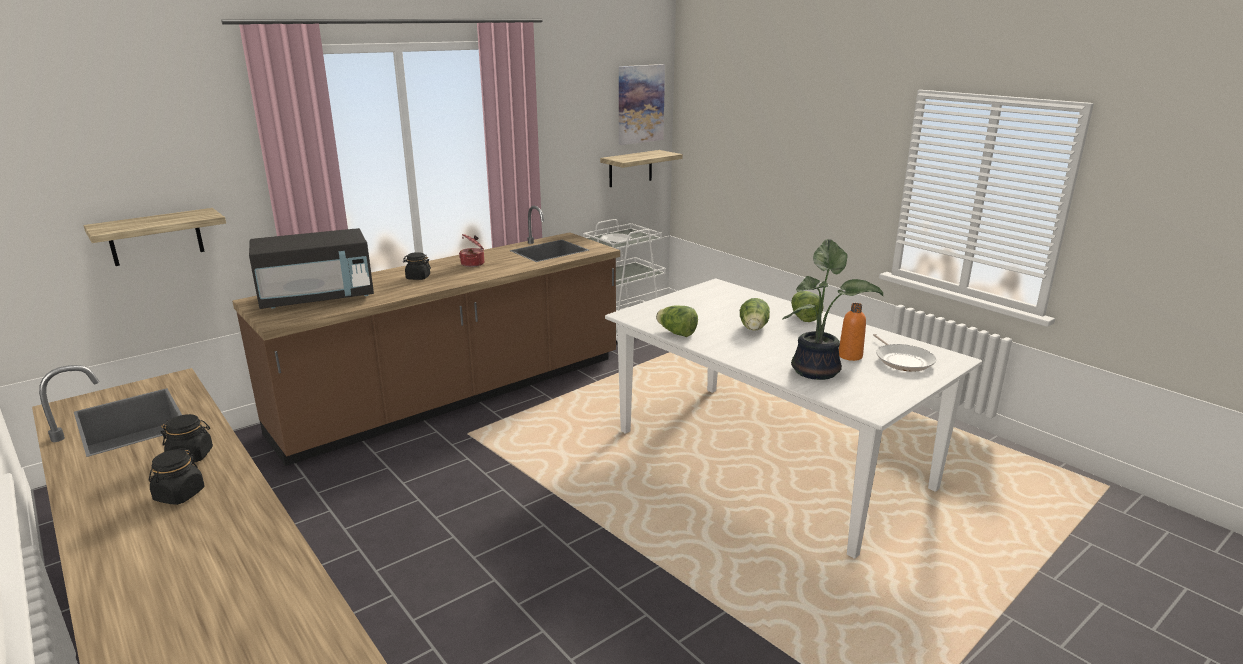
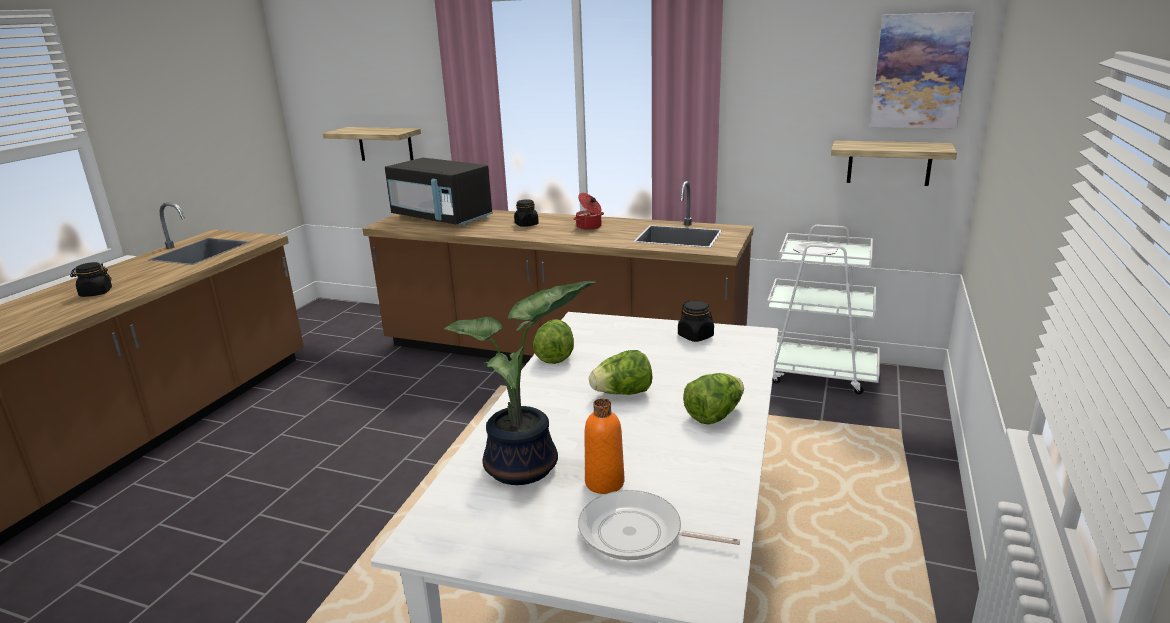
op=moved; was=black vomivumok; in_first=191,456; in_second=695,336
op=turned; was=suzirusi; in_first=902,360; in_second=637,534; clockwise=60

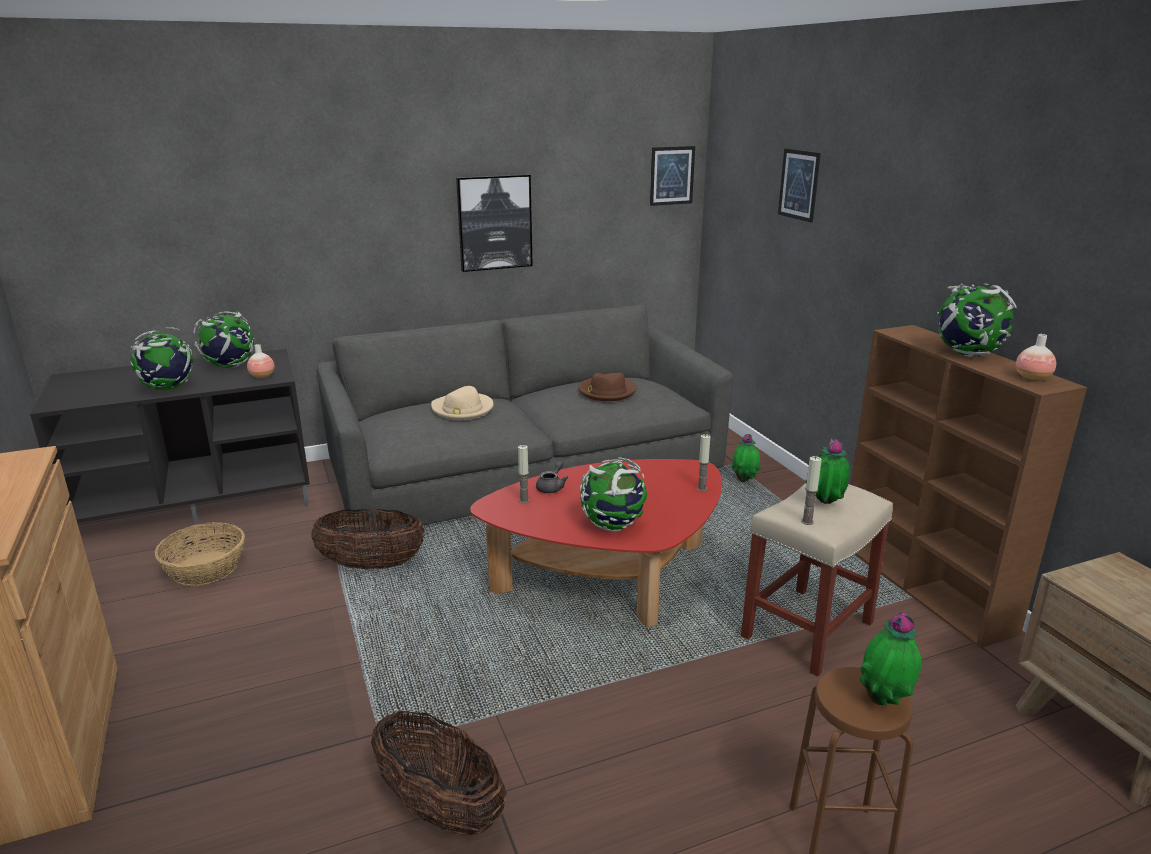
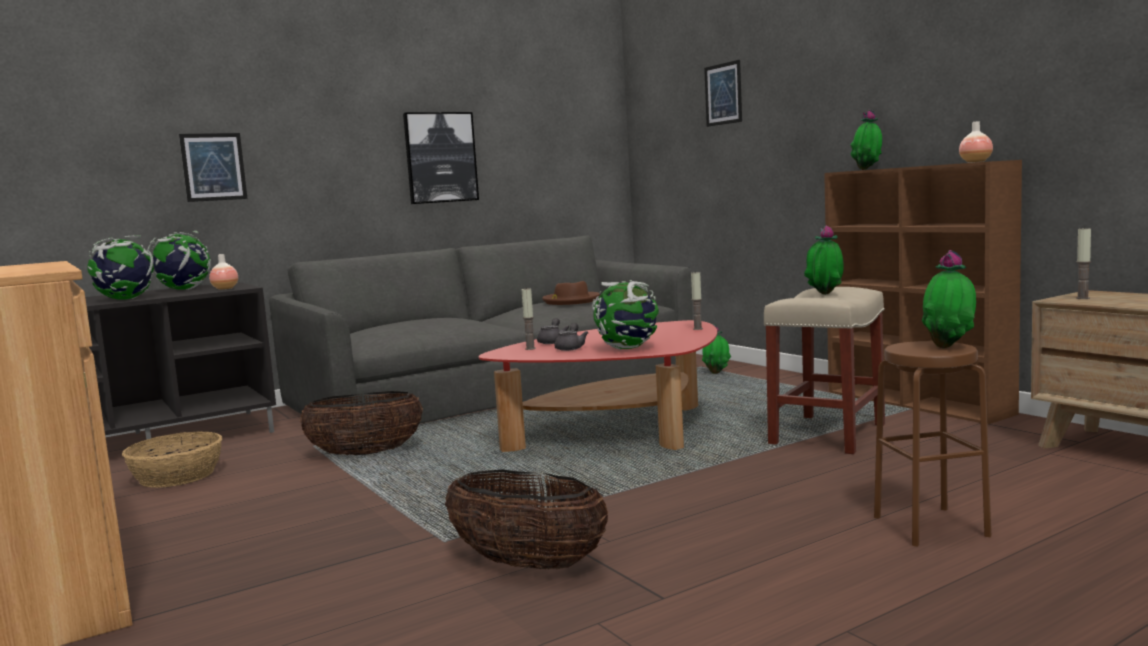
op=removed; was=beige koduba; in_first=462,409
op=moved; was=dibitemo; in_first=672,175; in_second=213,167
op=moved; was=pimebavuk; in_first=807,521; in_second=1083,298
op=removed; was=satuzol; in_first=967,354
op=added; now=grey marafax; in_second=571,348
op=added; now=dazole; in_second=867,169

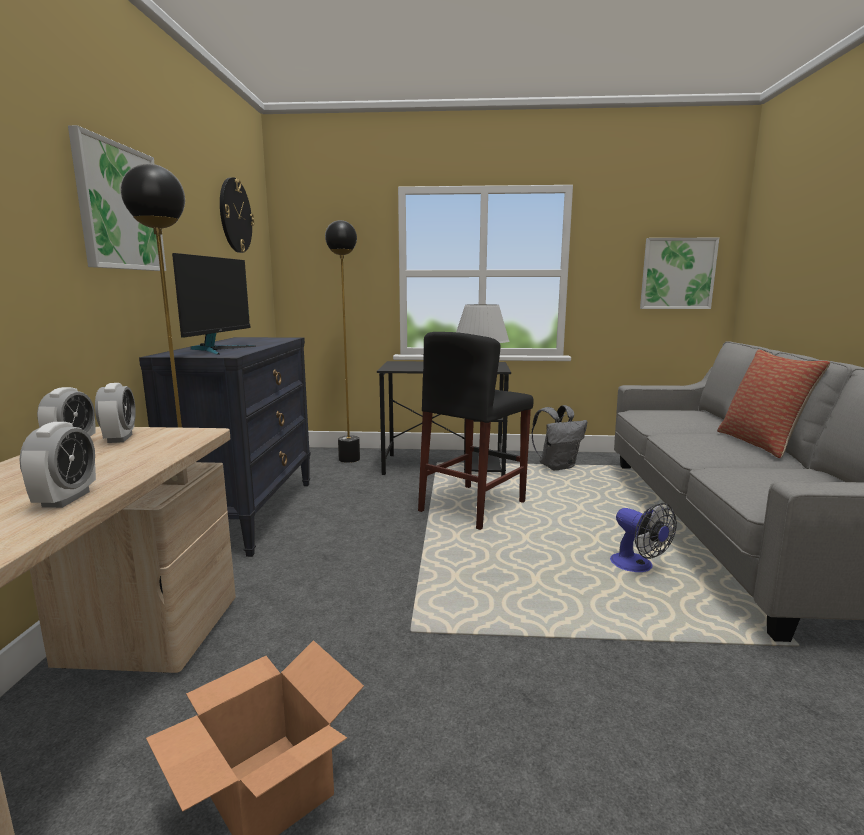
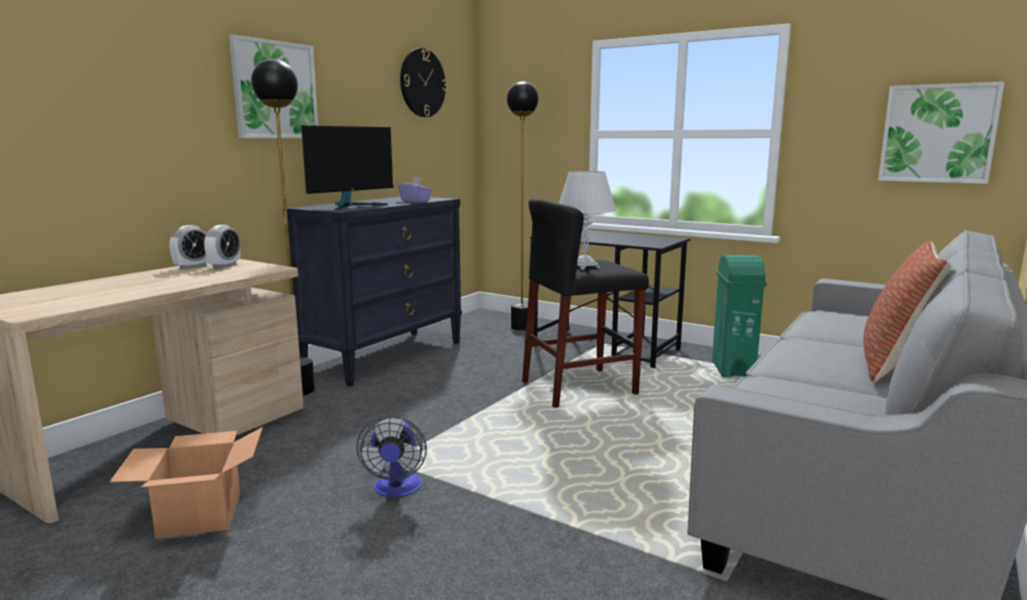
op=removed; was=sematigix; in_first=66,499
op=replaced; was=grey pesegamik; now=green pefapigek; in_first=557,466; in_second=733,369
op=moved; was=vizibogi; in_first=638,567; in_second=397,489
op=added; now=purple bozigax; in_second=415,201

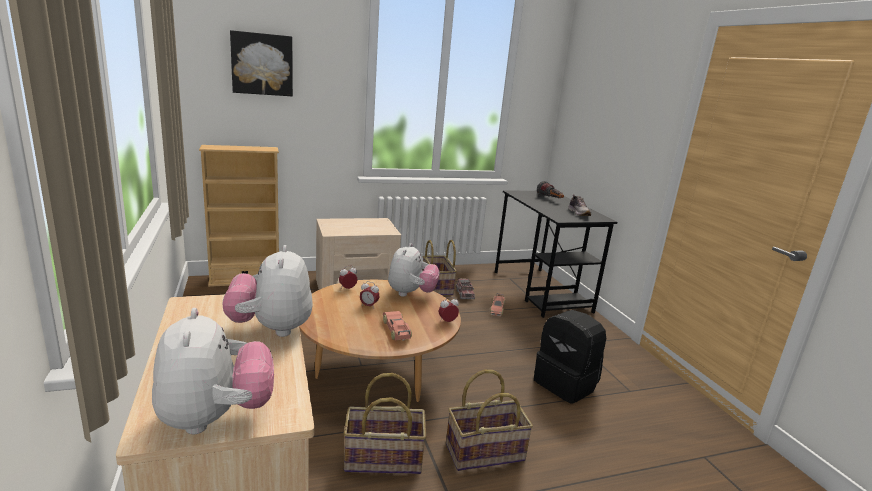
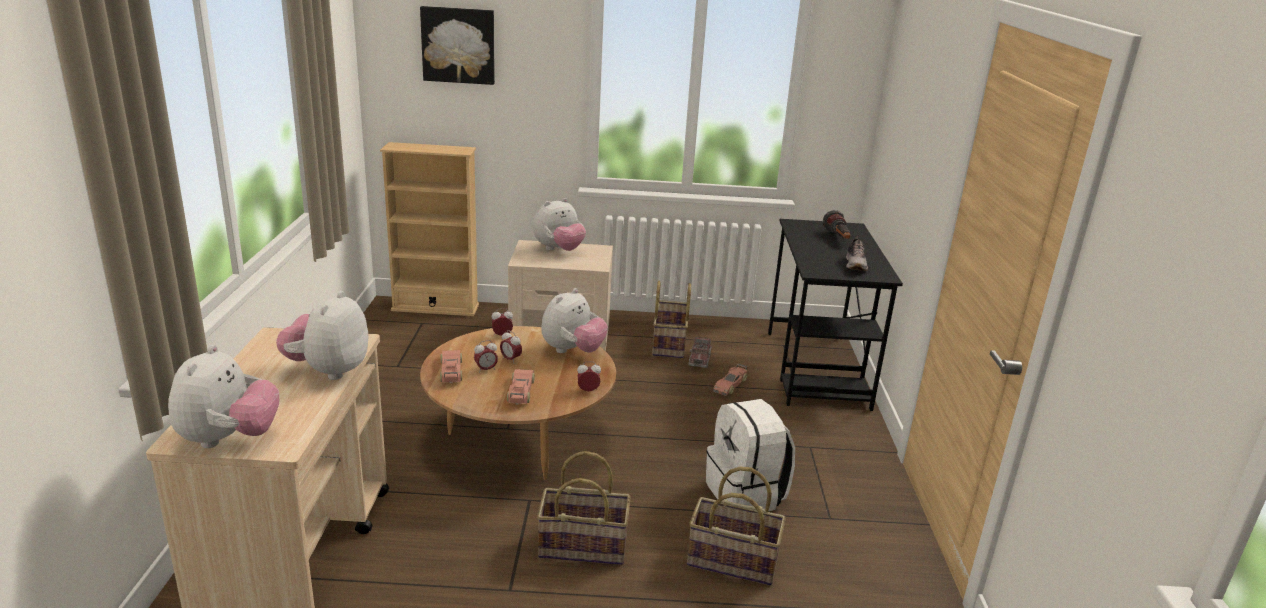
op=moved; was=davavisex; in_first=383,459; in_second=731,562
op=recoloured; was=black pesegamik; now=white pesegamik; in_first=566,384; in_second=746,494
op=added; now=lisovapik; in_second=451,371
op=added; now=sematigix; in_second=486,369
op=added; now=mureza; in_second=559,250

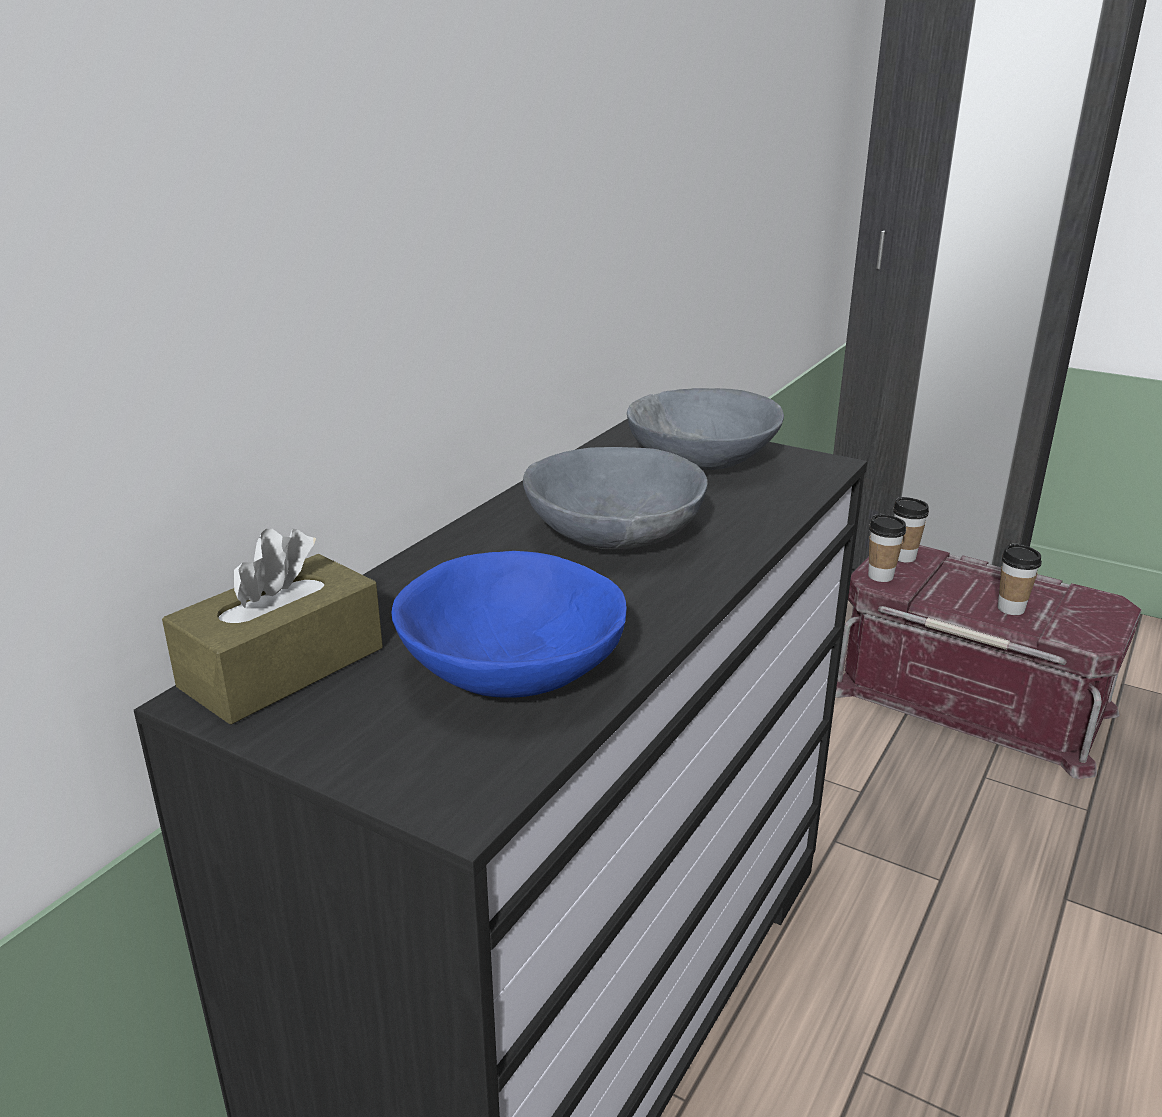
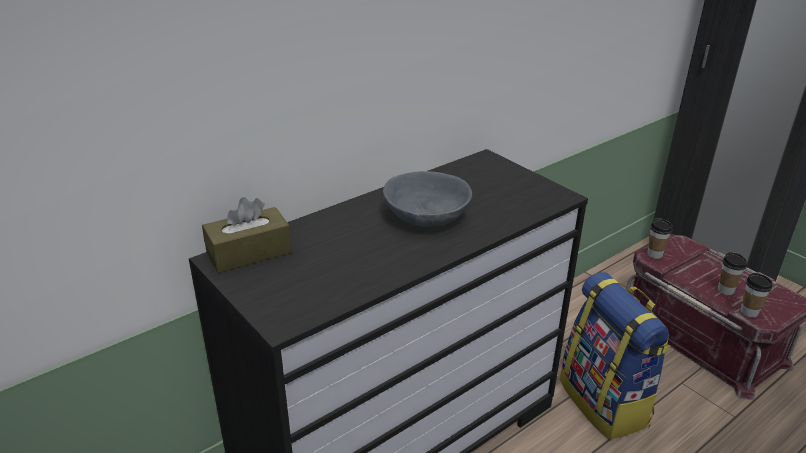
op=removed; was=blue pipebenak; in_first=509,668
op=removed; was=grey pipebenak; in_first=703,460
op=moved; was=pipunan; in_first=903,557; in_second=749,312
op=added; now=pesegamik; in_second=605,402

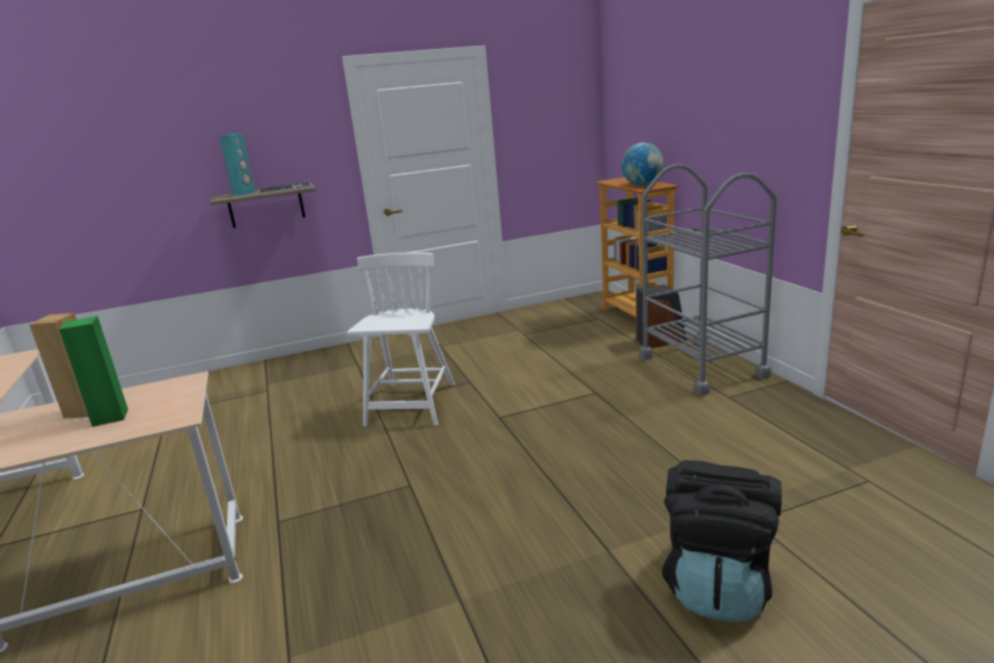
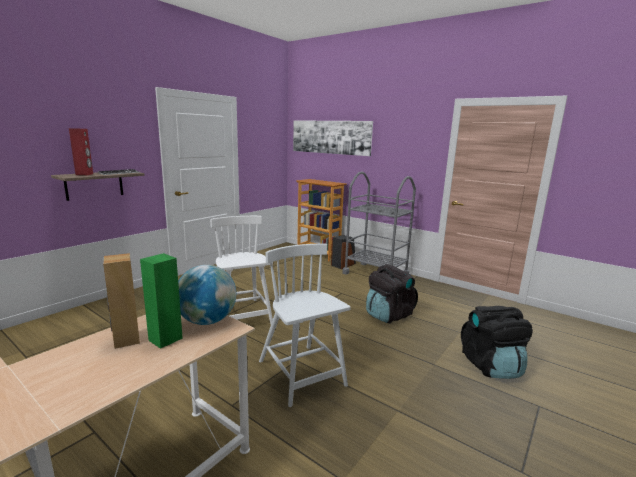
op=recoloured; was=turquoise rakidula; now=red rakidula; in_first=244,193; in_second=84,174
op=moved; was=satuzol; in_first=642,185; in_second=207,321
op=added; now=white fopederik; in_second=302,374
op=added; now=dibitemo; in_second=330,137
op=added; now=black pesegamik; in_second=388,315

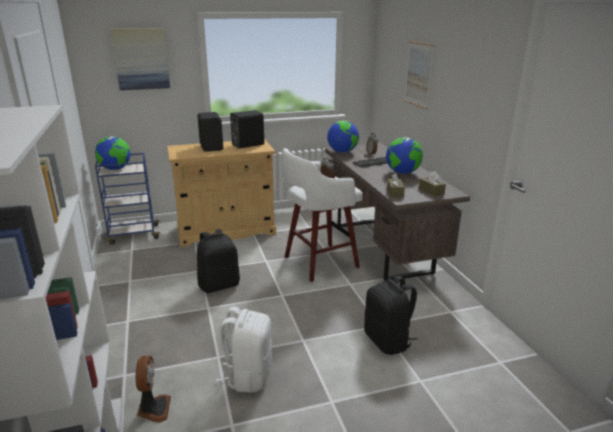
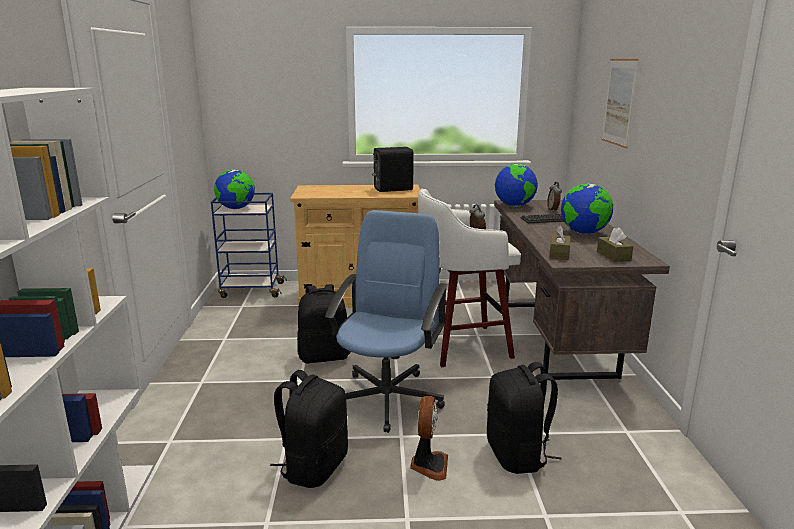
op=removed; was=dibitemo; in_first=141,59
op=moved; was=vizibogi; in_first=153,409; in_second=428,465
op=removed; was=black rakidula; in_first=212,147
op=recoloured; was=white pesegamik; now=black pesegamik; in_first=248,375; in_second=313,467
op=added; now=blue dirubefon; in_second=387,398

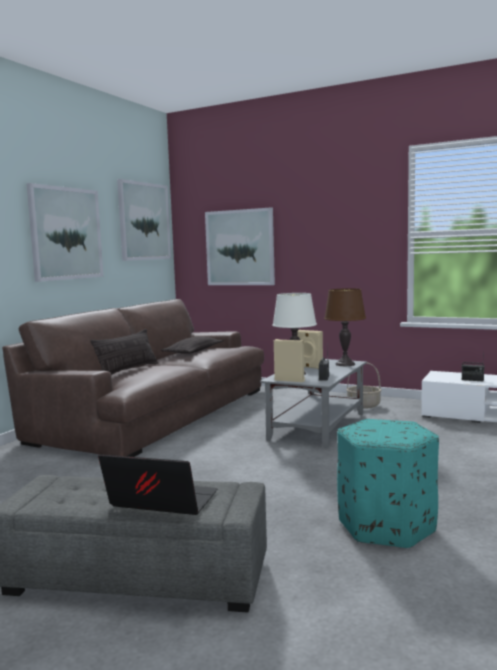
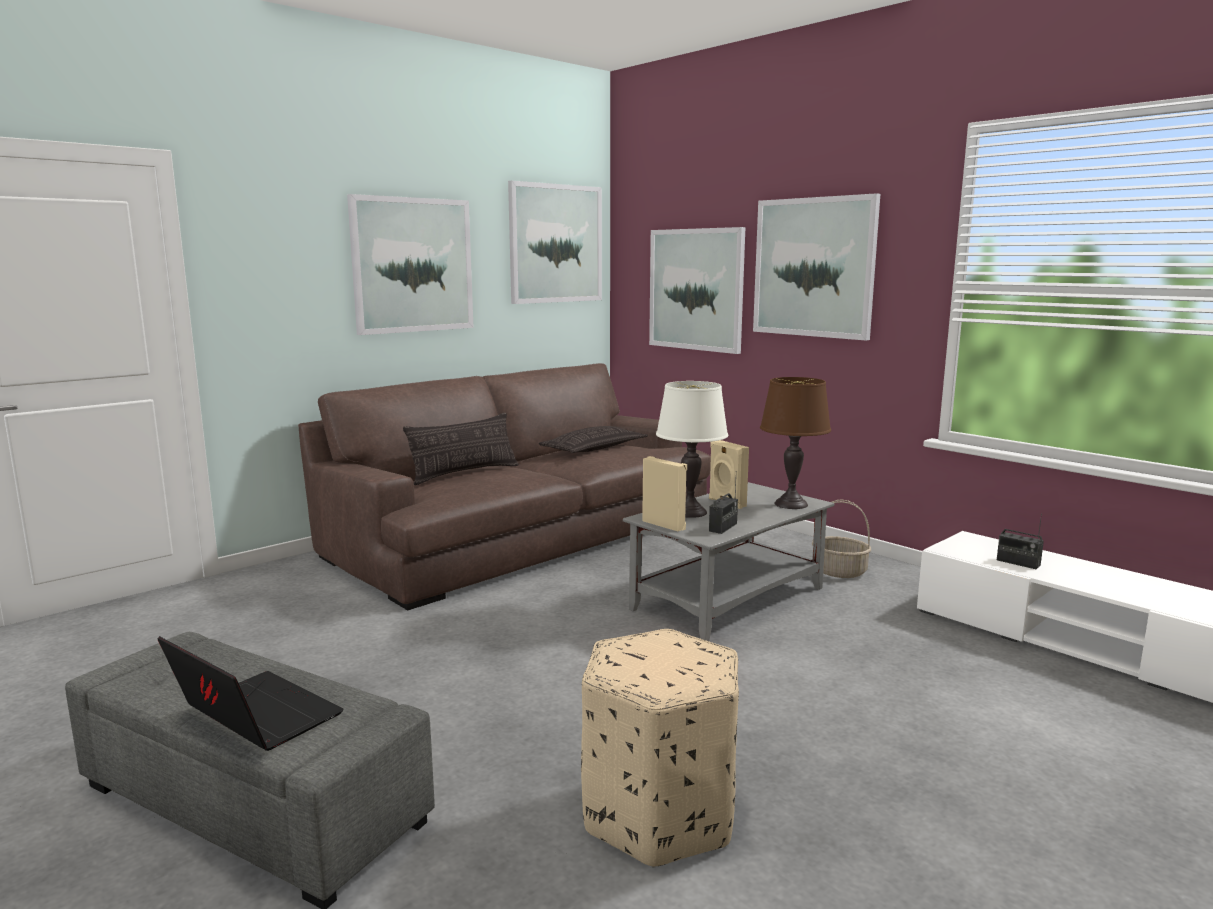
op=recoloured; was=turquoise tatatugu; now=beige tatatugu; in_first=386,525; in_second=660,812
op=added; now=dibitemo; in_second=813,267

